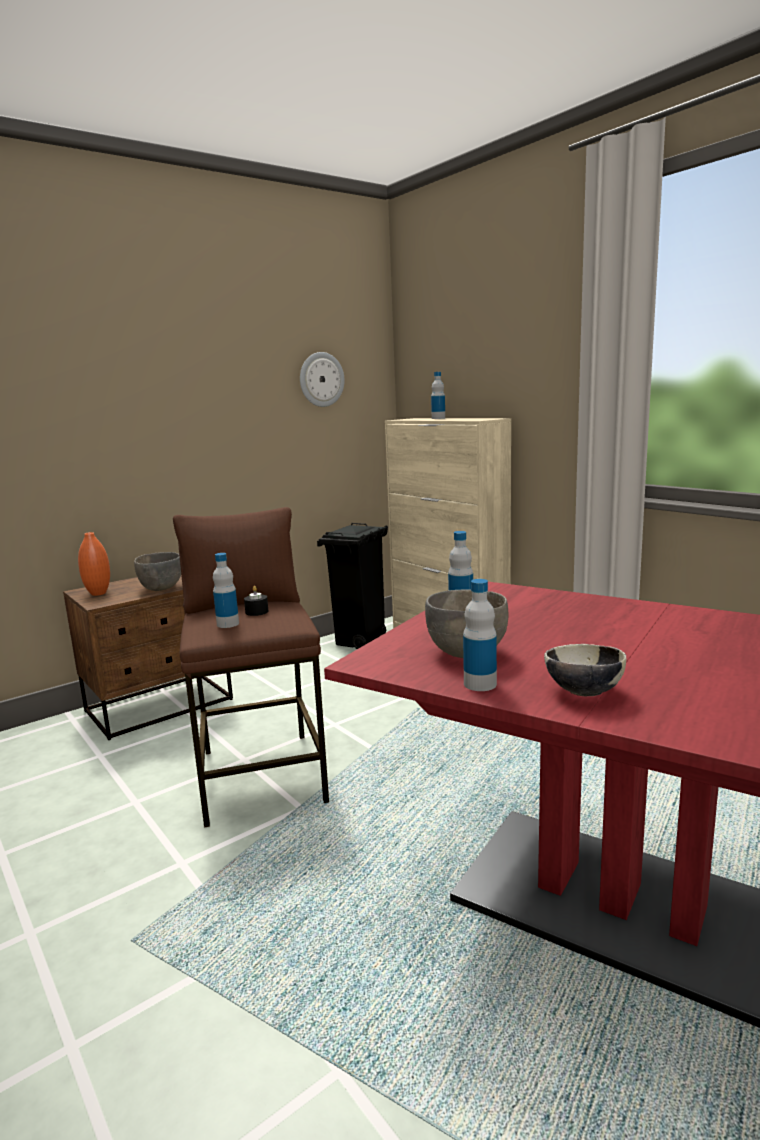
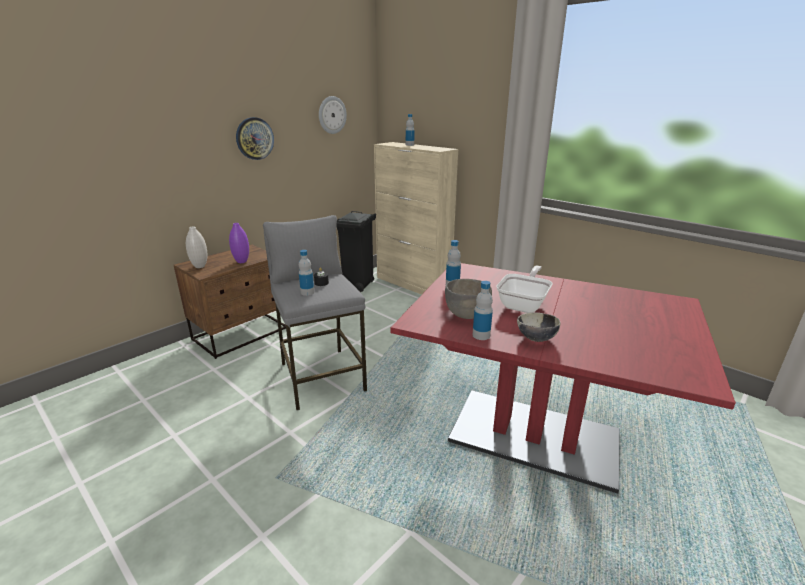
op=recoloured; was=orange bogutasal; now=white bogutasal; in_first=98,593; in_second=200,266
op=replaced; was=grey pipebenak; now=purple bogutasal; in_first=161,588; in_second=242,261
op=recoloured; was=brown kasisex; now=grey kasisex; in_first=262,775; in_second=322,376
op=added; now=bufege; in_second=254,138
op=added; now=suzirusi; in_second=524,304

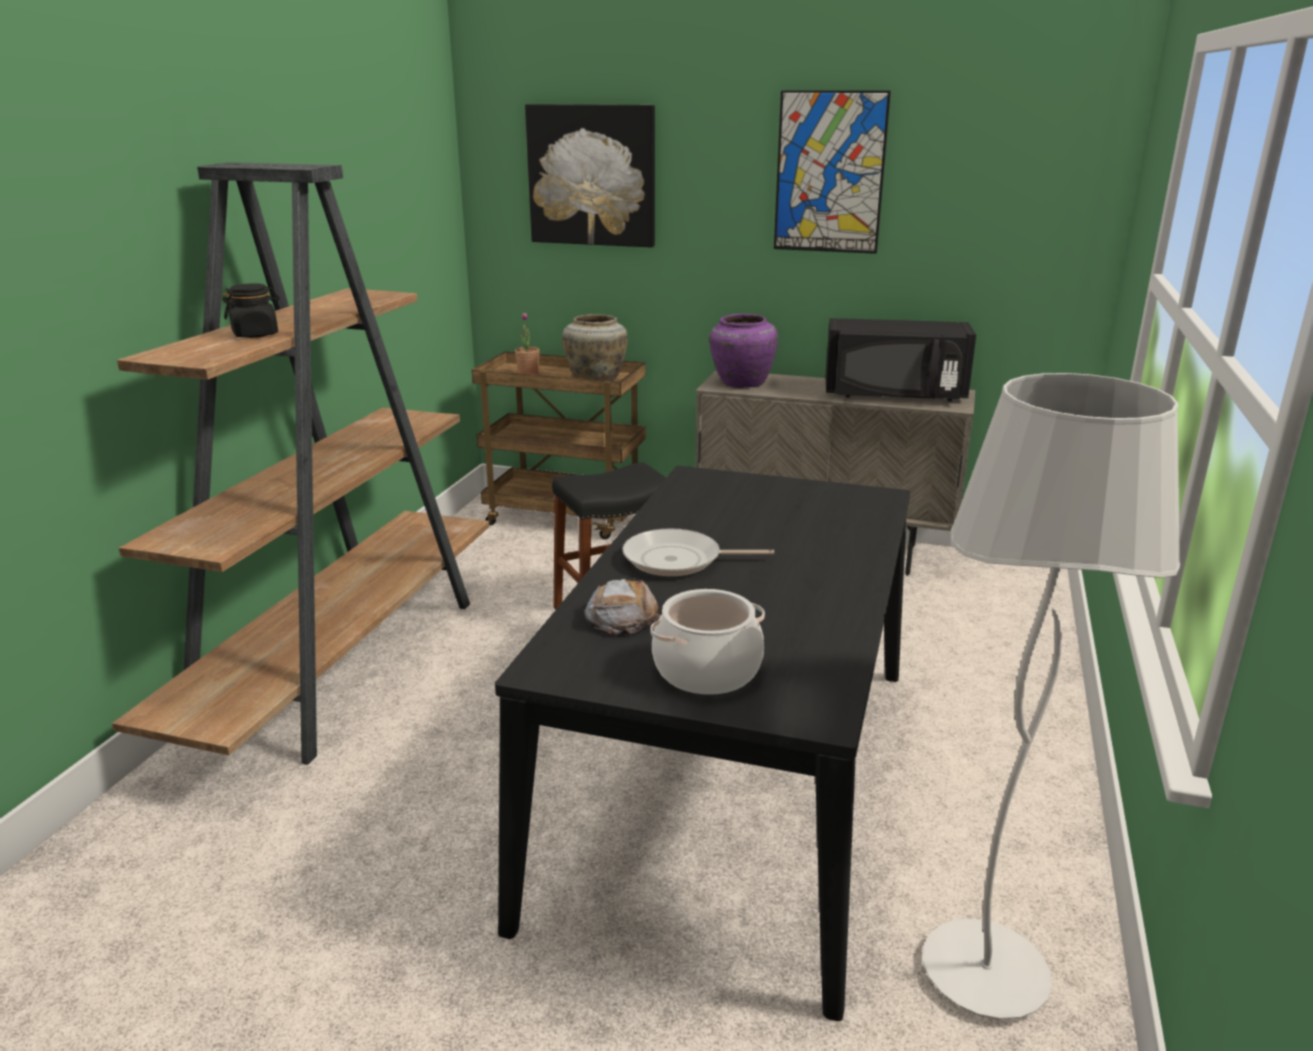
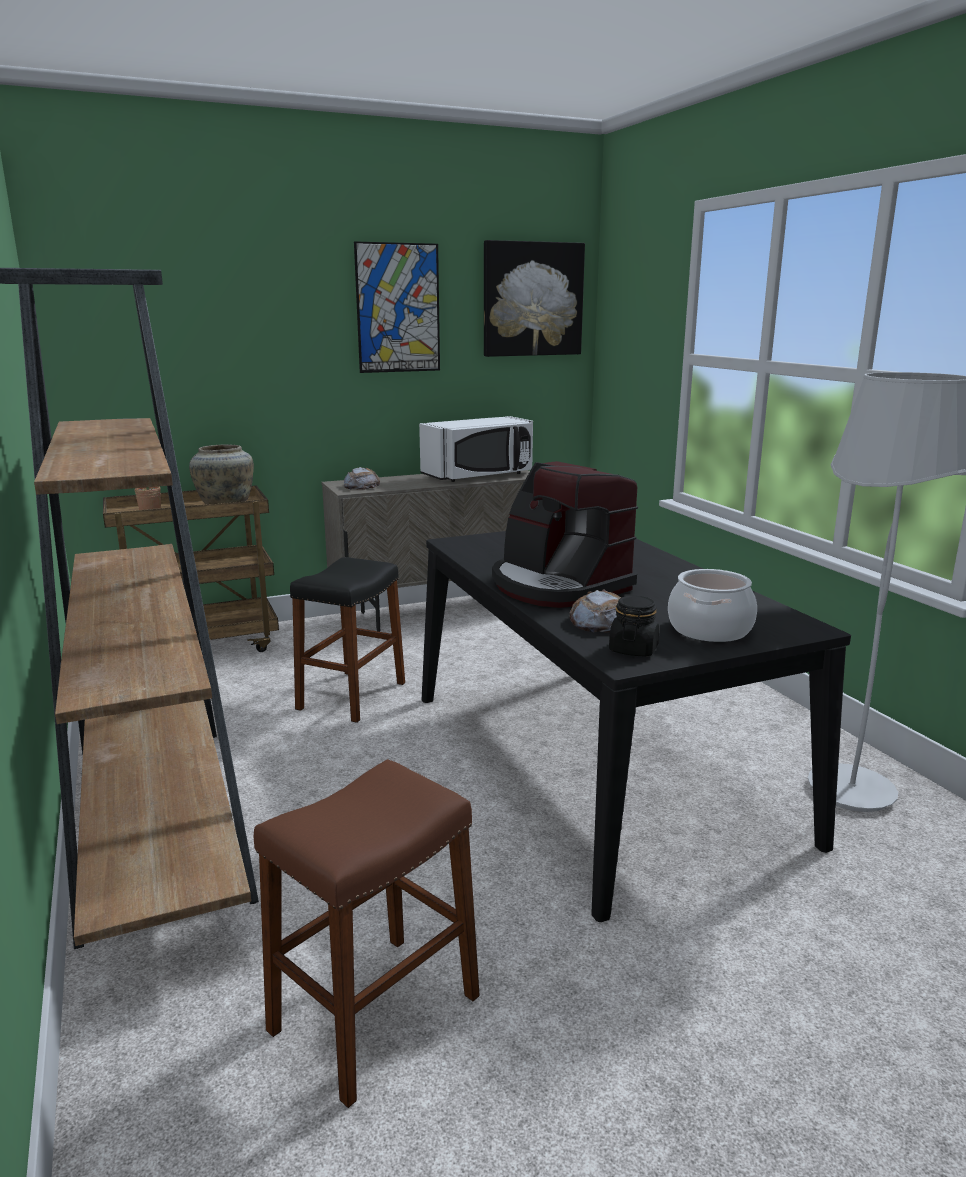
op=moved; was=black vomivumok; in_first=256,334; in_second=633,649
op=moved; was=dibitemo; in_first=592,175; in_second=532,299
op=replaced; was=suzirusi; now=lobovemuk; in_first=678,560; in_second=558,585
op=replaced; was=purple bogutasal; now=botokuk; in_first=741,383; in_second=361,486
op=recoloured; was=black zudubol; now=white zudubol; in_first=894,395; in_second=479,476
op=added; now=brown kasisex; in_second=375,1013

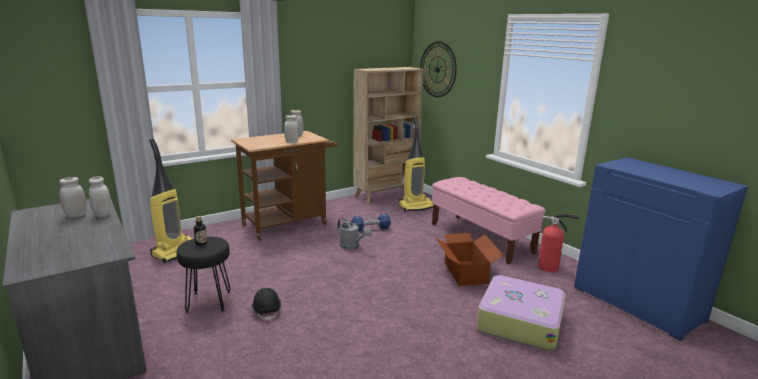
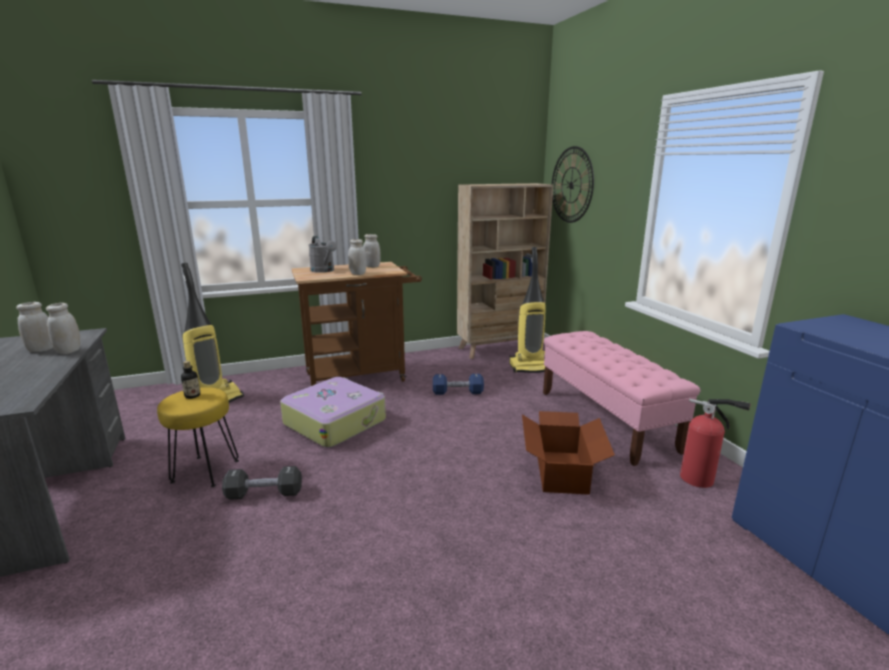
op=recoloured; was=black kasisex; now=yellow kasisex; in_first=209,302; in_second=205,471
op=replaced; was=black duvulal; now=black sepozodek; in_first=266,310; in_second=264,494
op=moved; was=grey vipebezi; in_first=352,246; in_second=324,271
op=moved; was=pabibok; in_first=519,321; in_second=335,422

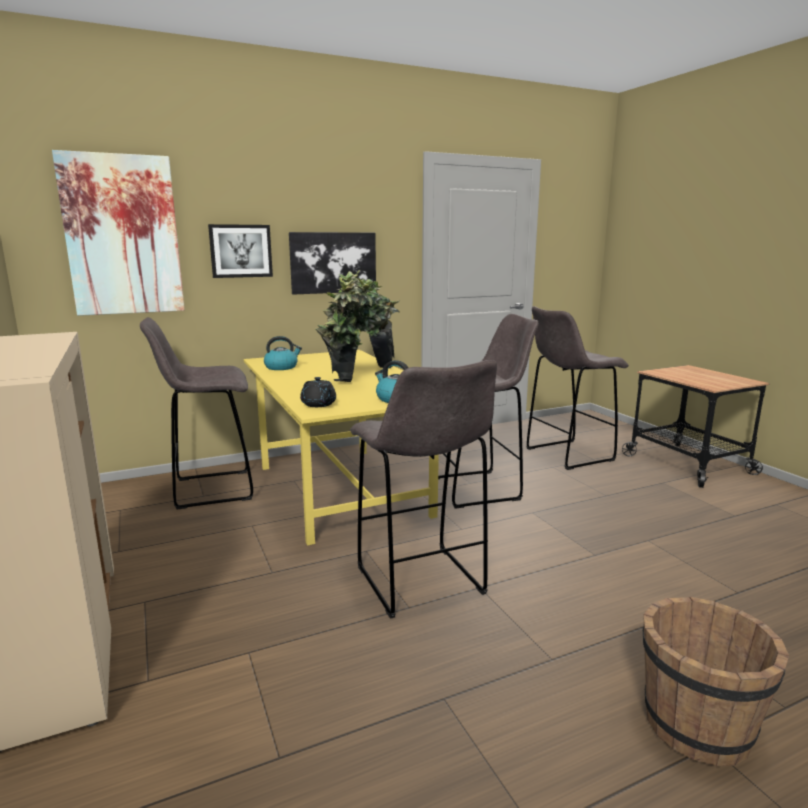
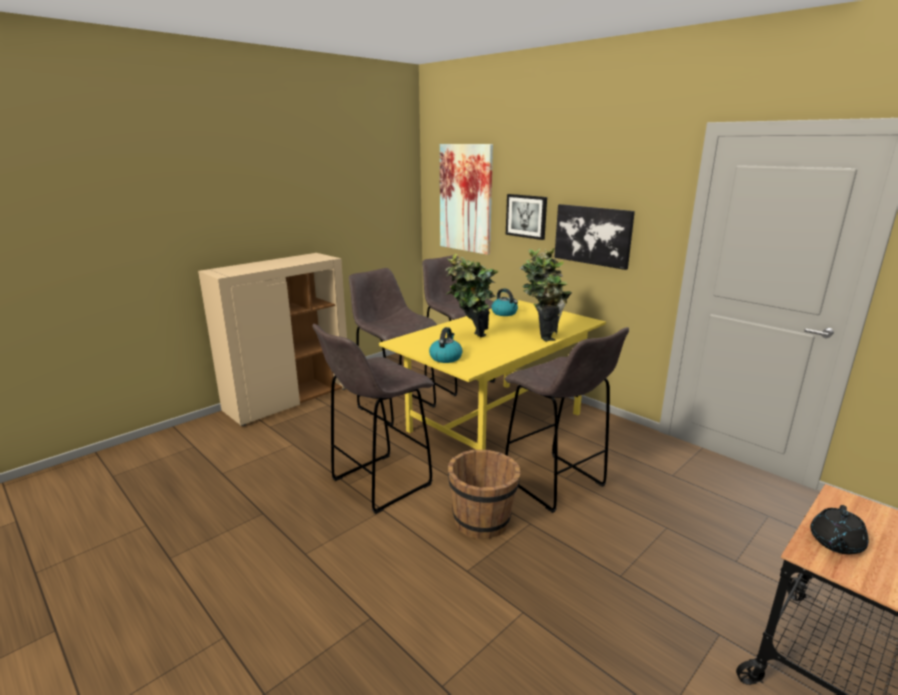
op=moved; was=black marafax; in_first=319,404; in_second=835,543
op=moved; was=grey kasisex; in_first=567,455; in_second=395,406
op=moved; was=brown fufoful; in_first=696,725; in_second=482,521

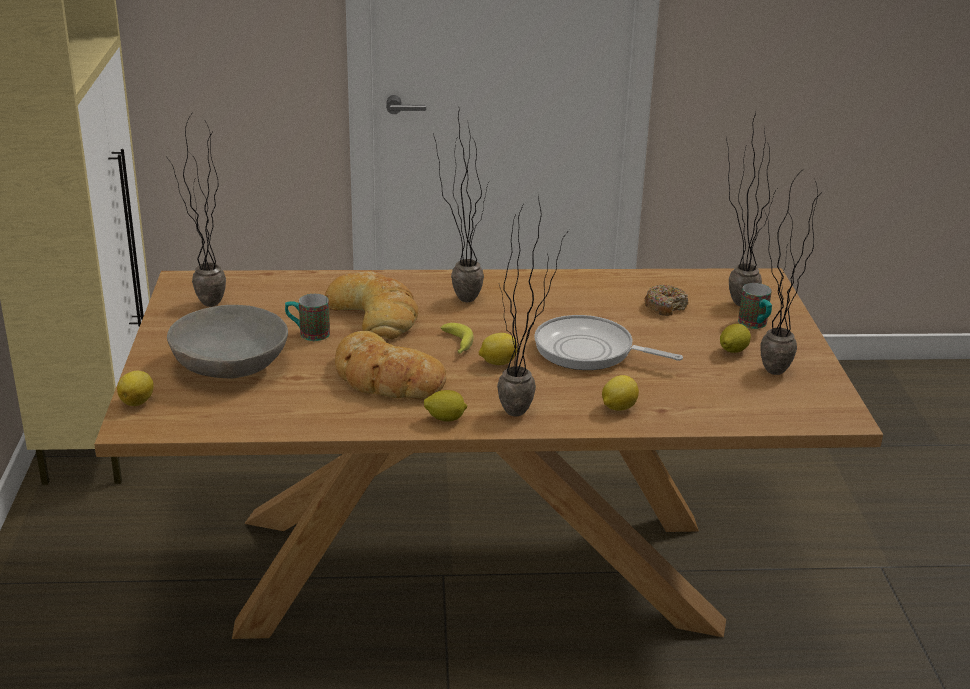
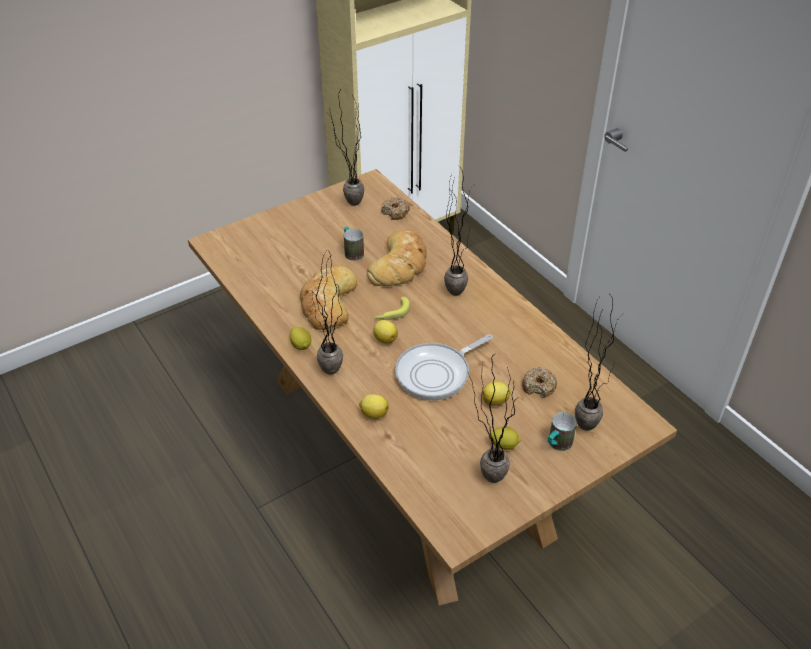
op=moved; was=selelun; in_first=138,402; in_second=496,401
op=removed; was=grey pipebenak; in_first=231,365
op=turned; was=suzirusi; in_first=589,351; in_second=436,373; clockwise=-120
op=added; now=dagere; in_second=395,212

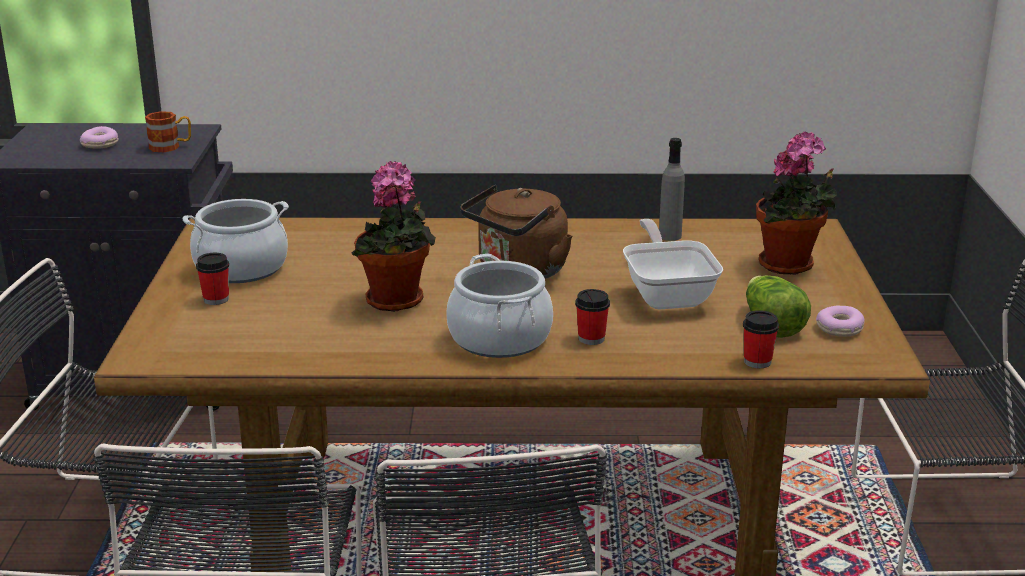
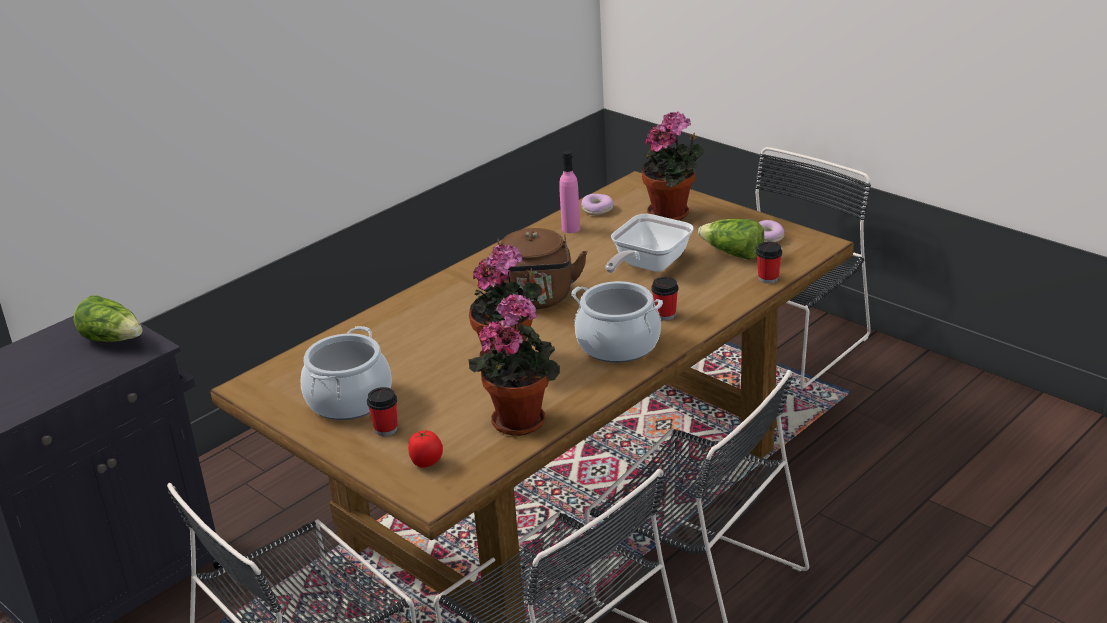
op=moved; was=dagere; in_first=100,144; in_second=597,209
op=replaced; was=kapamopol; now=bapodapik; in_first=171,147; in_second=113,339
op=turned; was=suzirusi; in_first=667,294; in_second=647,266; clockwise=-90
op=recoloured; was=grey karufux; now=pink karufux; in_first=670,236; in_second=571,228
op=added; now=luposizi; in_second=427,463
op=added; now=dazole; in_second=521,418

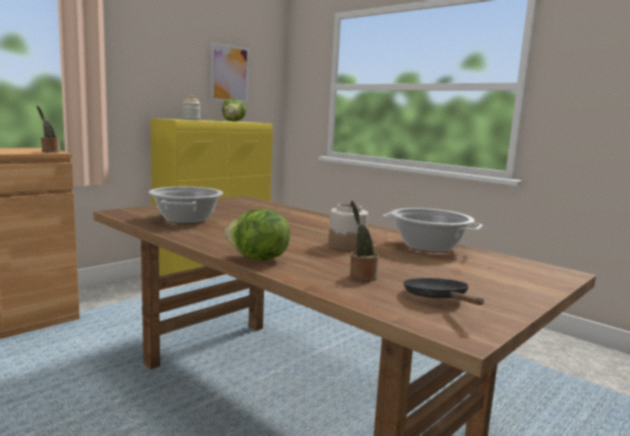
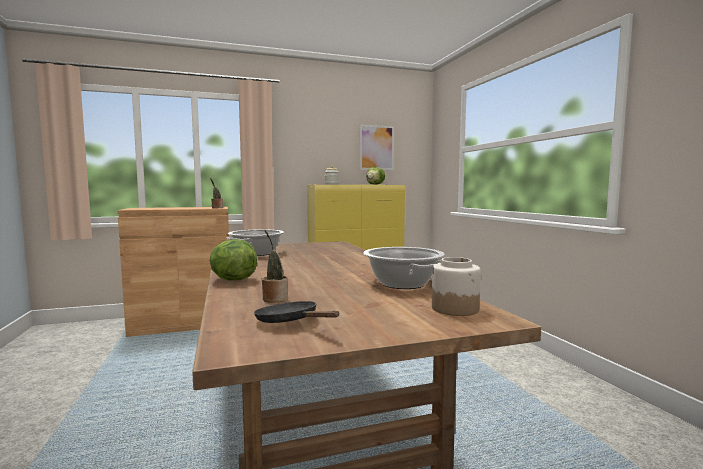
op=moved; was=vomivumok; in_first=347,245; in_second=455,309
op=turned; was=black suzirusi; in_first=438,299; in_second=290,322; clockwise=-60

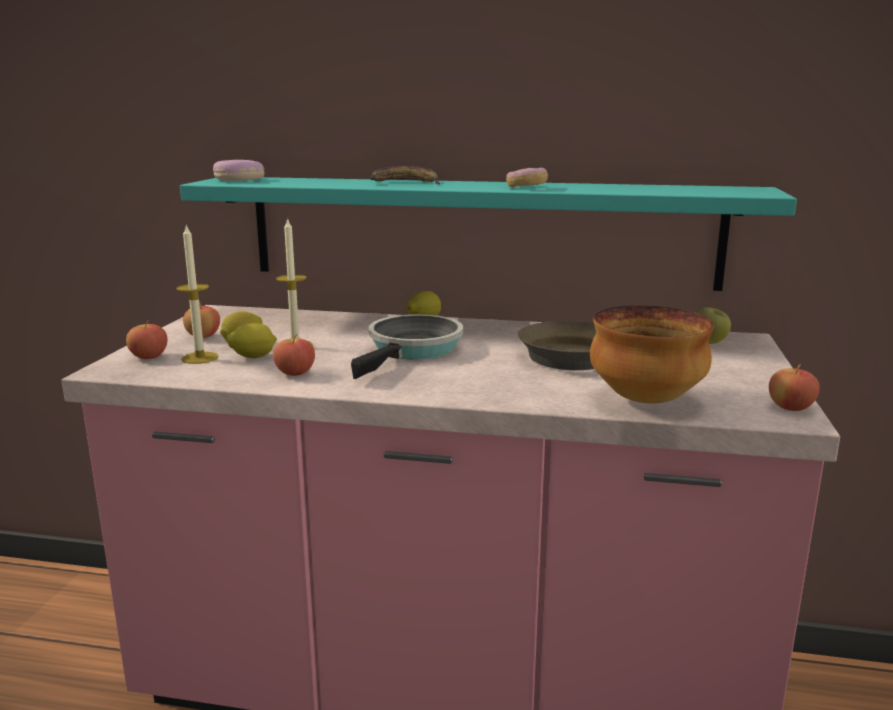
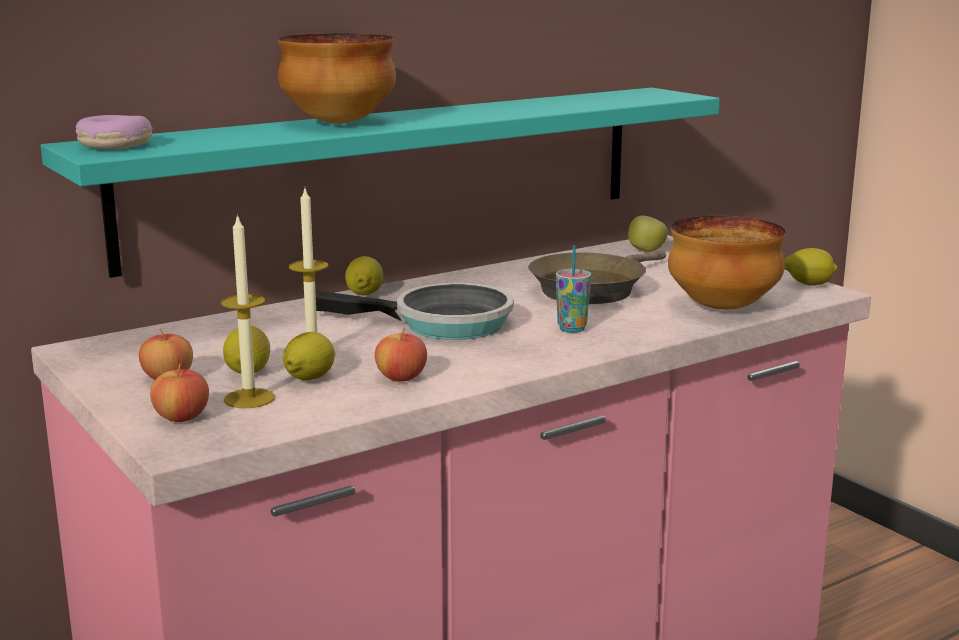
op=turned; was=suzirusi; in_first=412,350; in_second=443,324; clockwise=120
op=replaced; was=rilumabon; now=pipebenak; in_first=405,182; in_second=339,123
op=removed; was=dagere; in_first=526,187
op=replaced; was=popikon; now=selelun; in_first=790,407; in_second=809,284
op=added; now=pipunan; in_second=572,329

